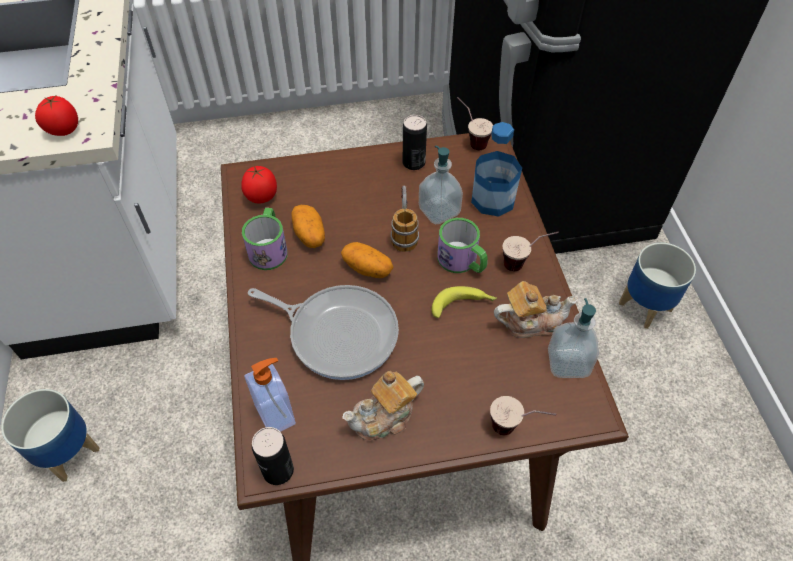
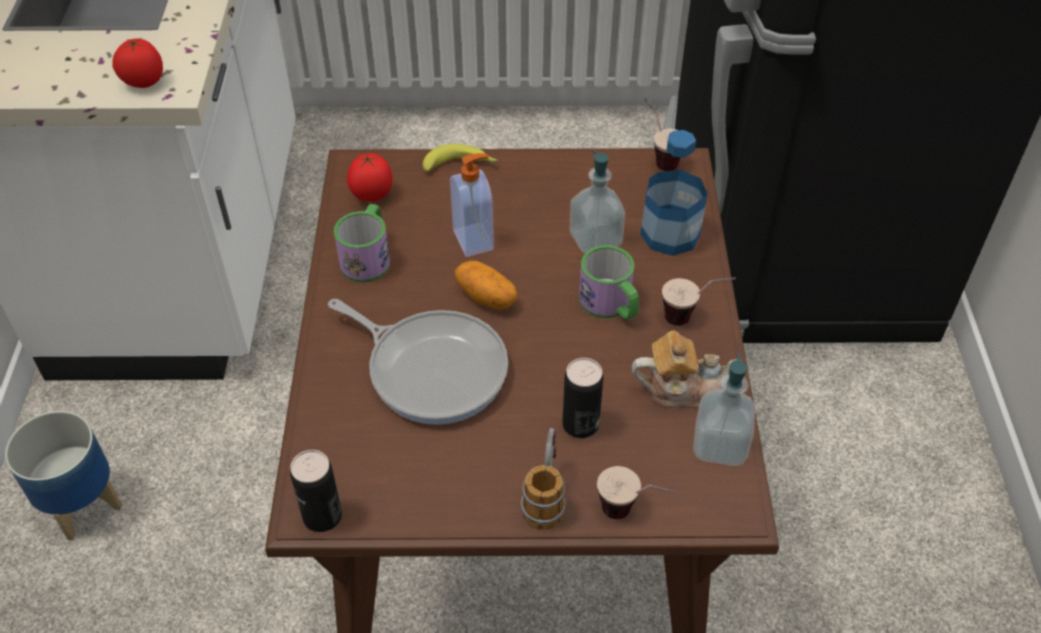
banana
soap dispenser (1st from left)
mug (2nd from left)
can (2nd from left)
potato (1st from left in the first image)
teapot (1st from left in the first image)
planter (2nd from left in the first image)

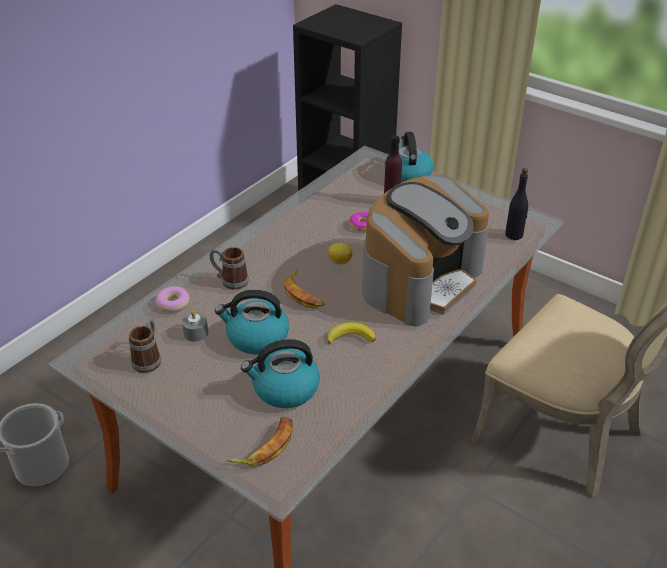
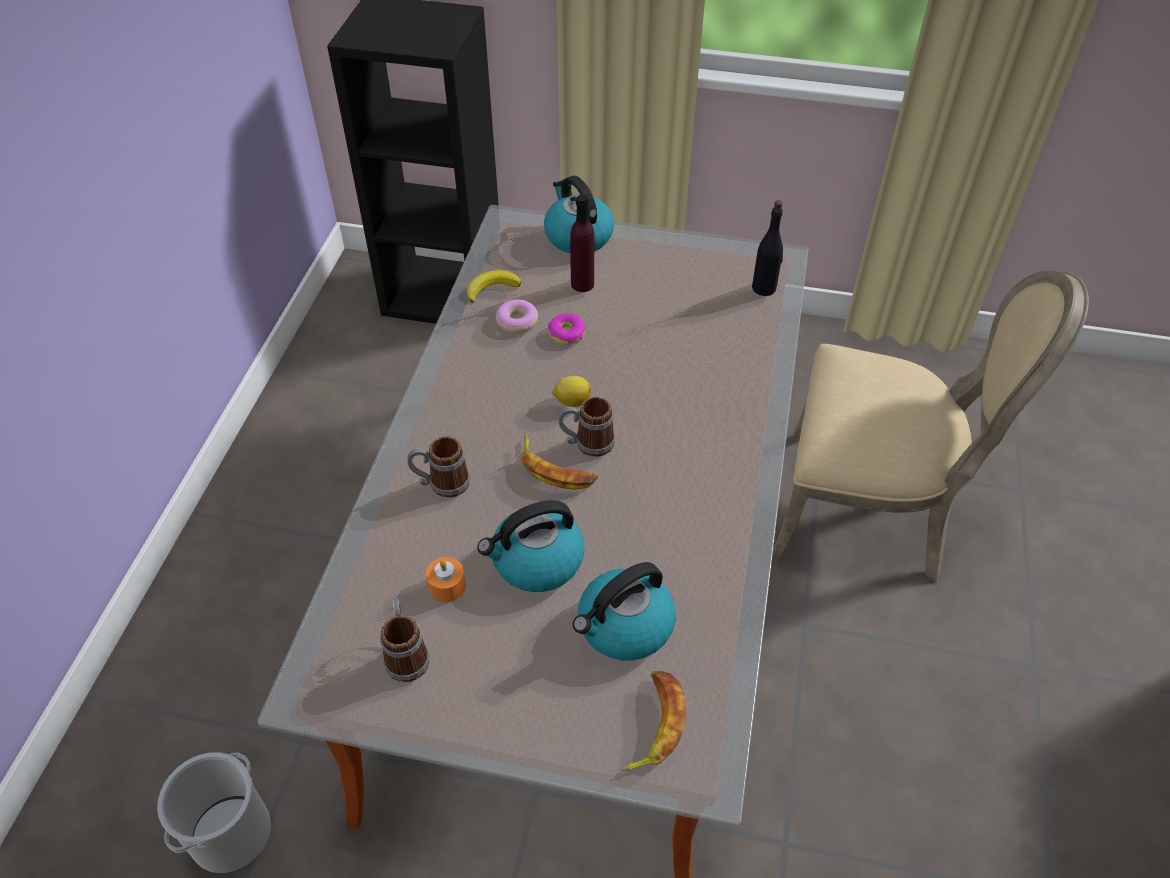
candle/orange
banana (1st from left)
donut (1st from left)
mug (3rd from left)
coffee machine

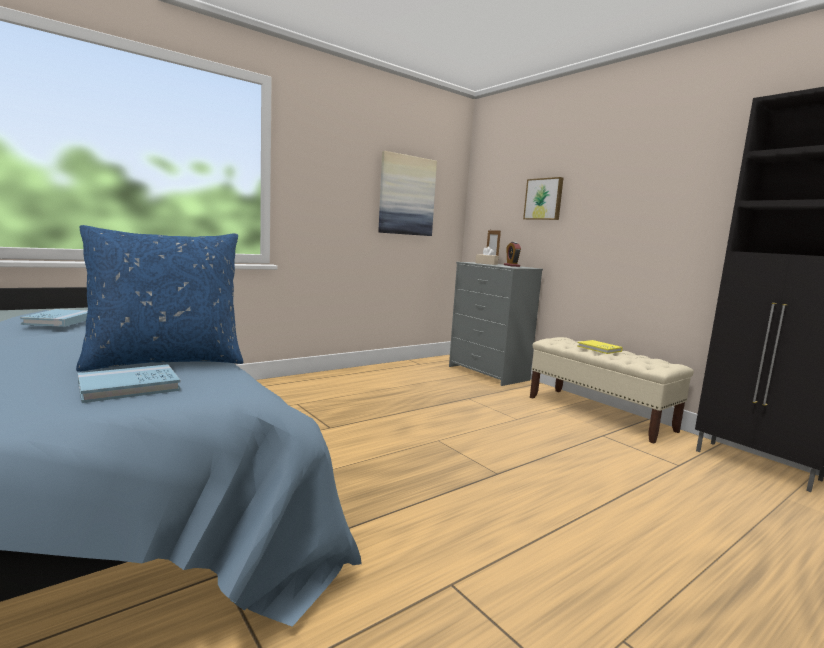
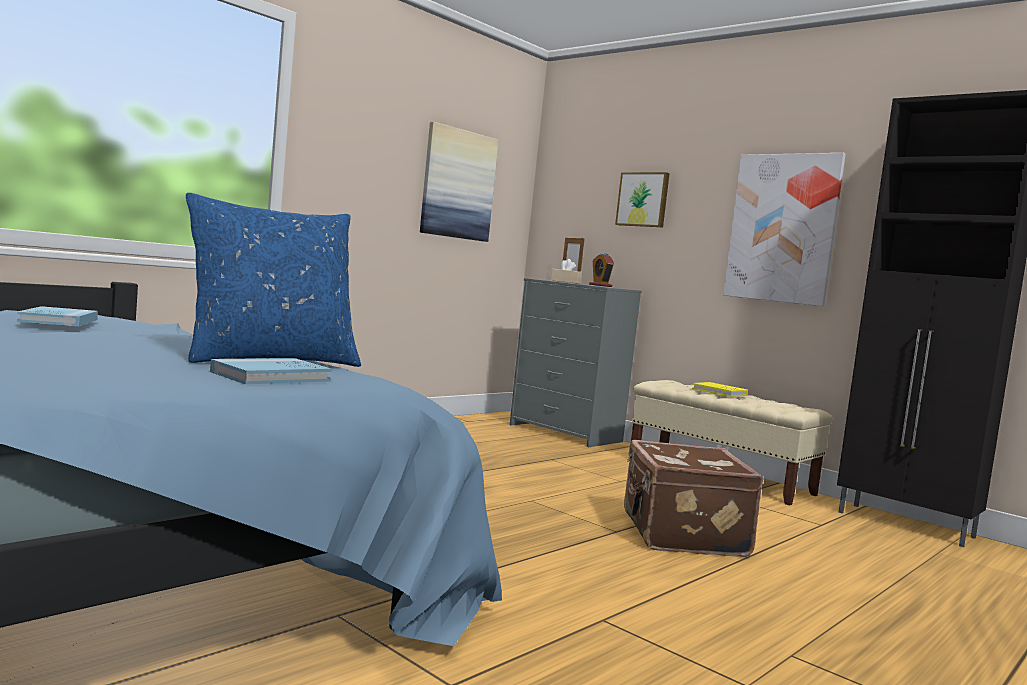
suitcase/brown
picture (3rd from left)

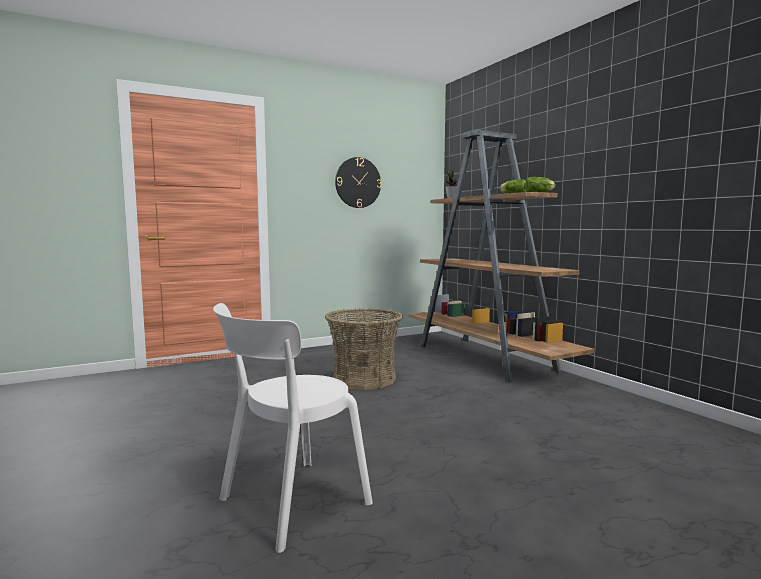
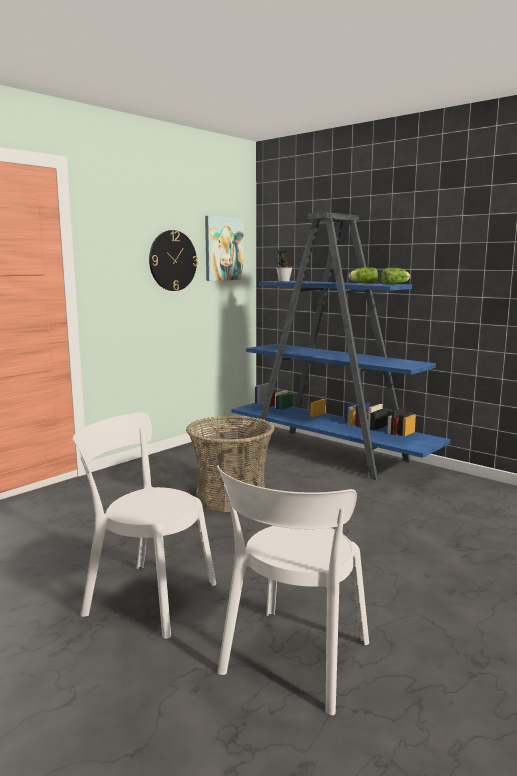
chair/white (1st from left)
picture
bookcase/blue

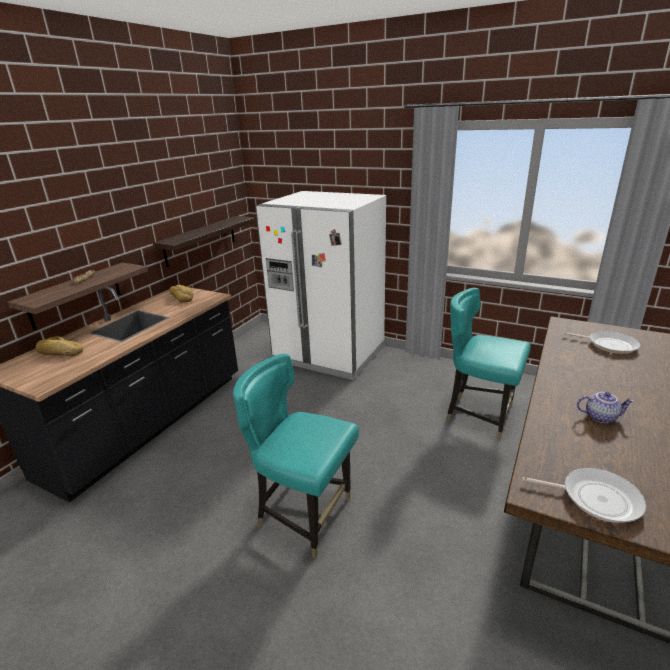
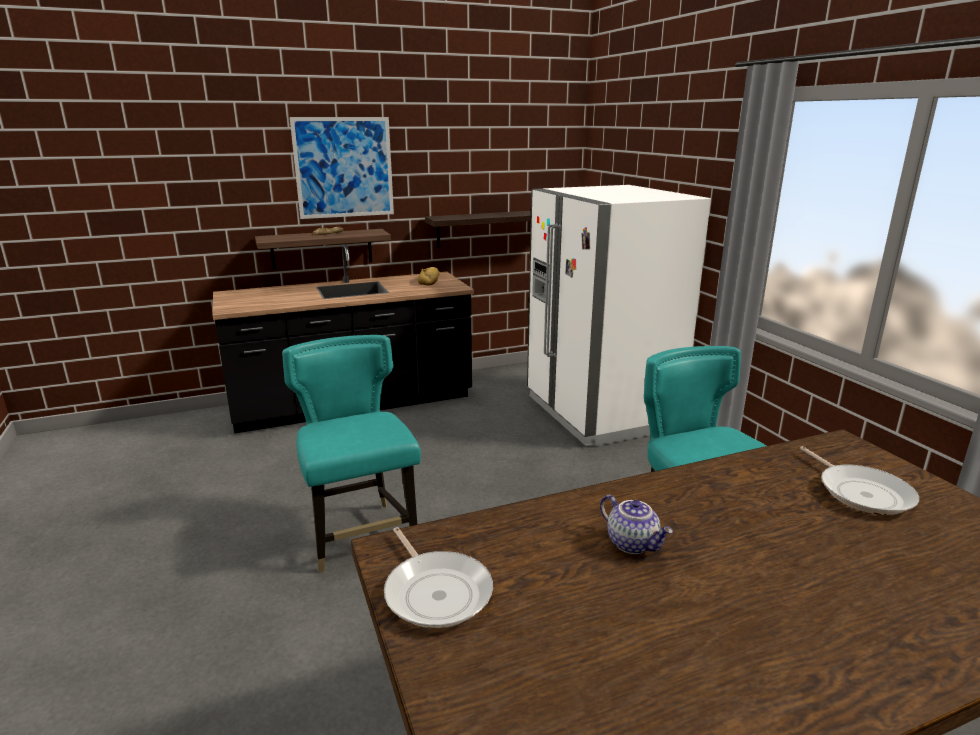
picture
bread (1st from left in the first image)

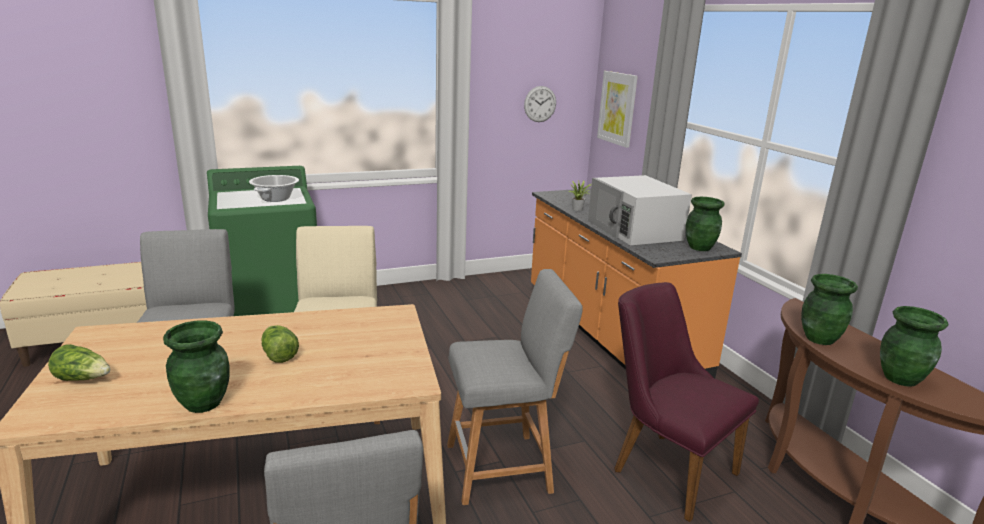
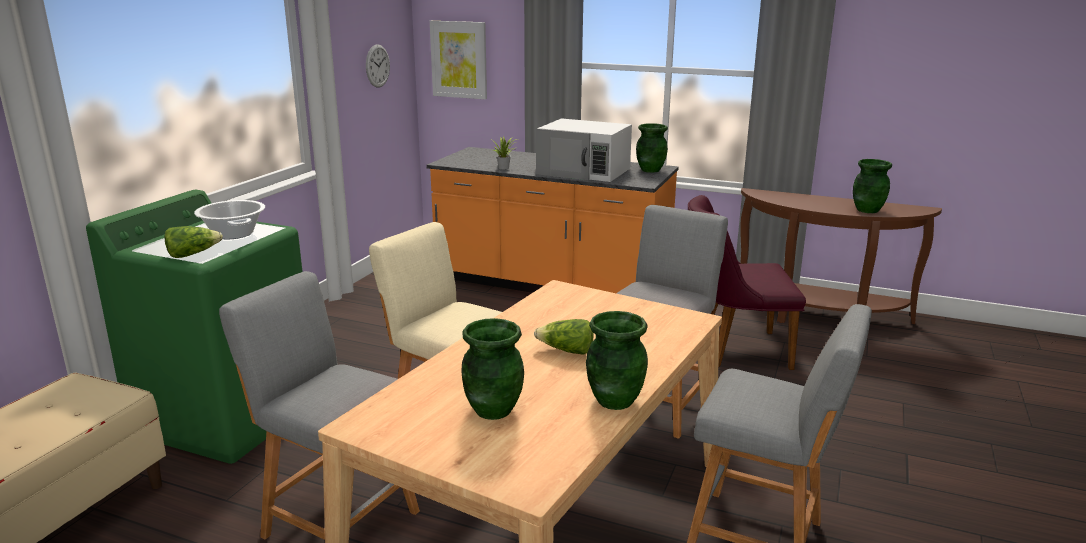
lettuce (1st from left)
vase/green (1st from left)

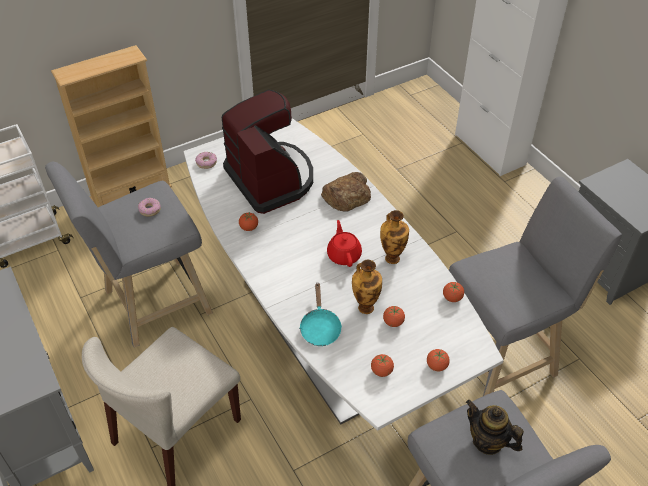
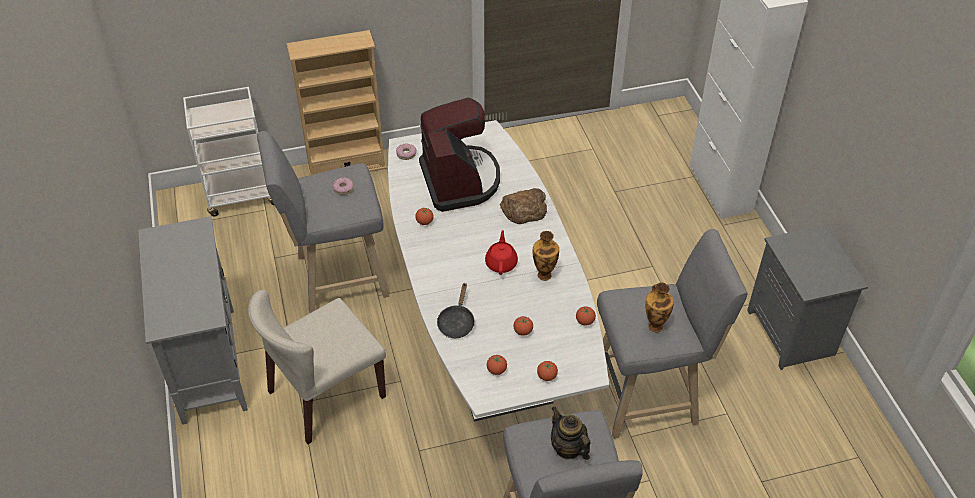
frying pan/black
vase (2nd from left)

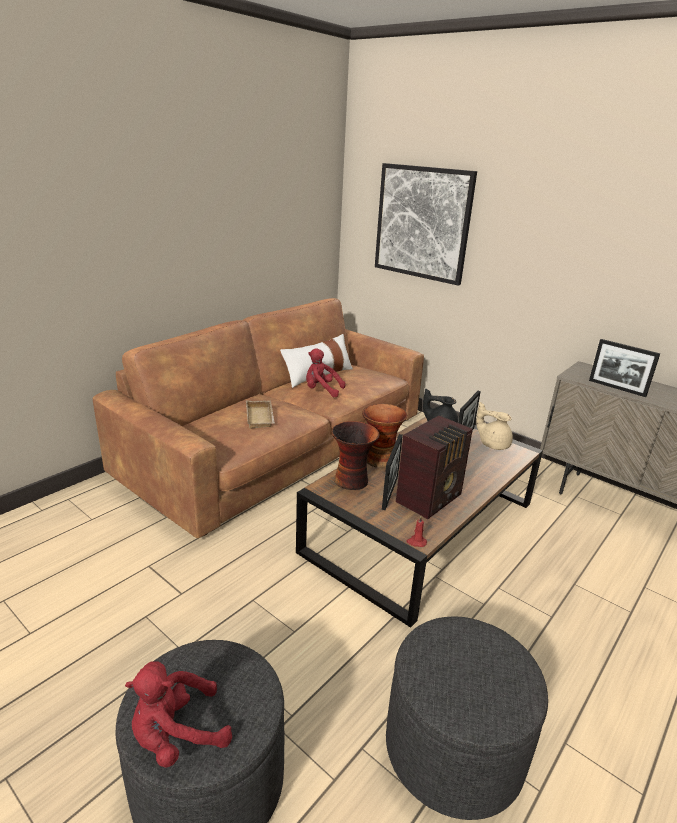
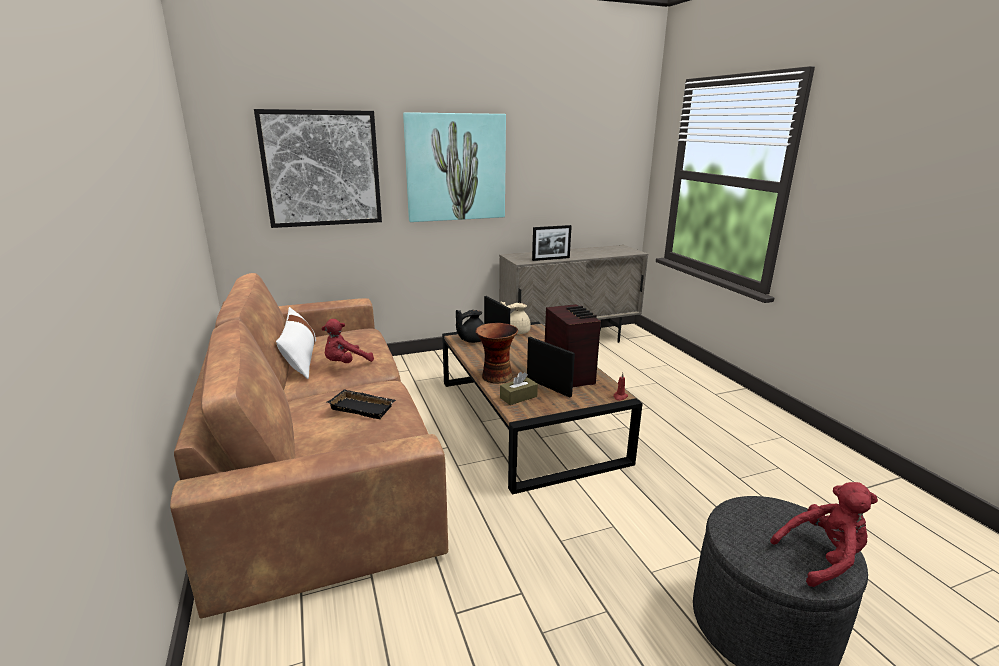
tray/black
picture (2nd from left)
tissue box/brown
plush toy/red (2nd from left)
ottoman/grey (2nd from left in the first image)

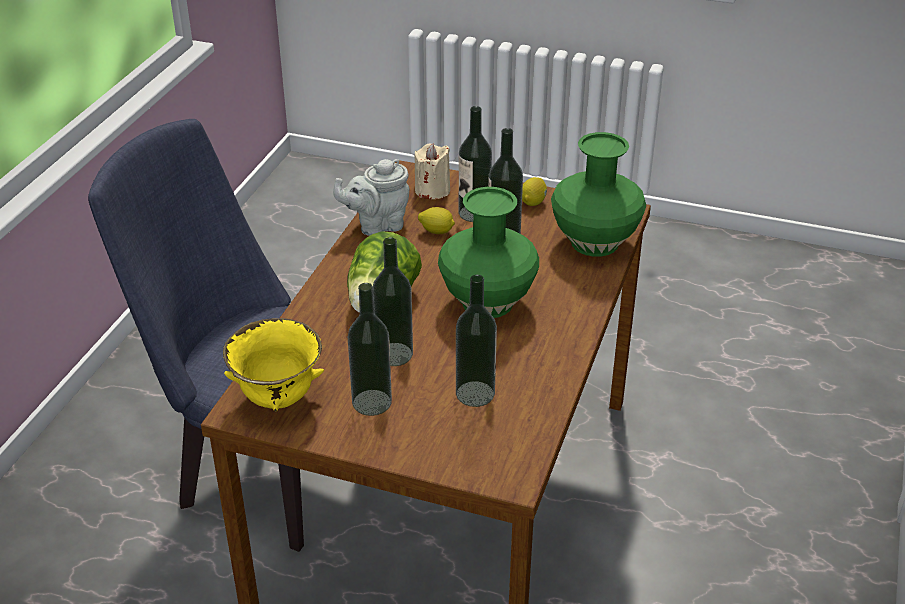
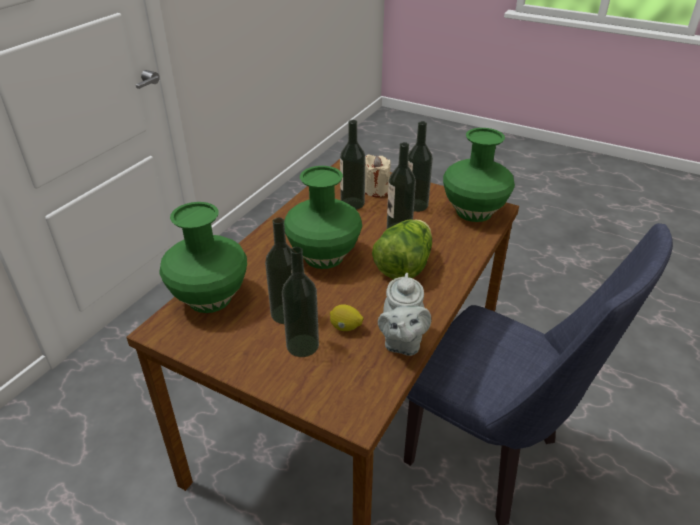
candle/beige
teapot/grey
vase/green (3rd from left)
lemon (2nd from left in the first image)

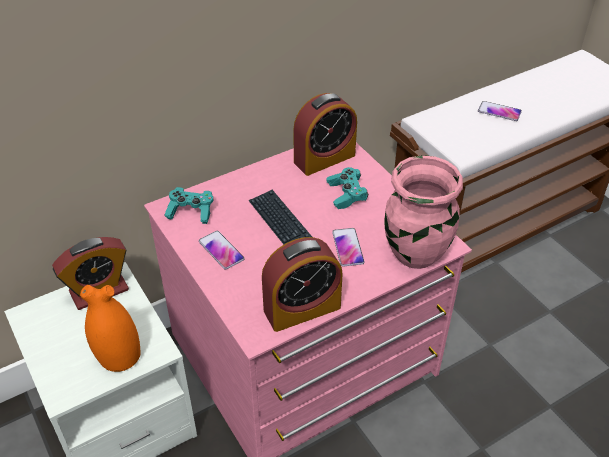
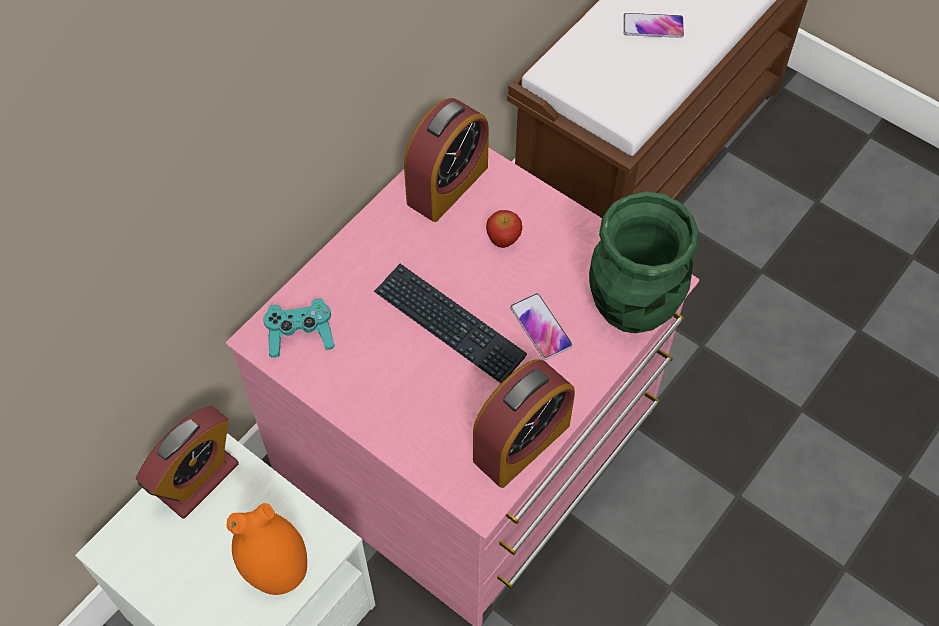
apple
vase/green
phone (1st from left in the first image)

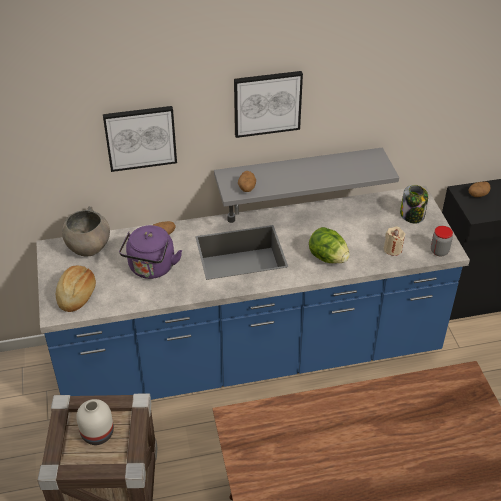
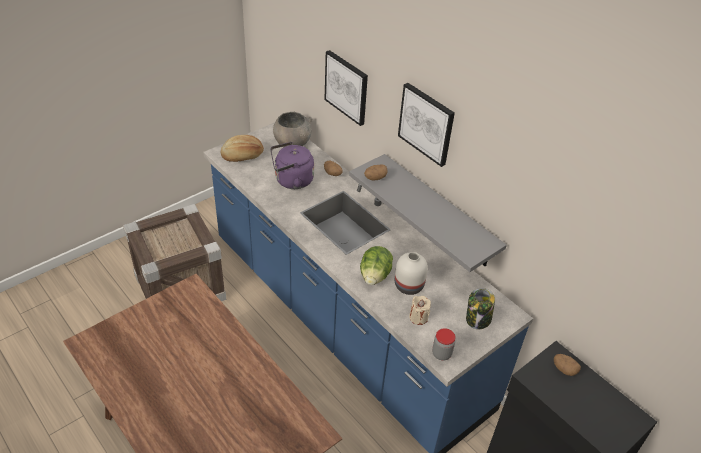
vase/white

